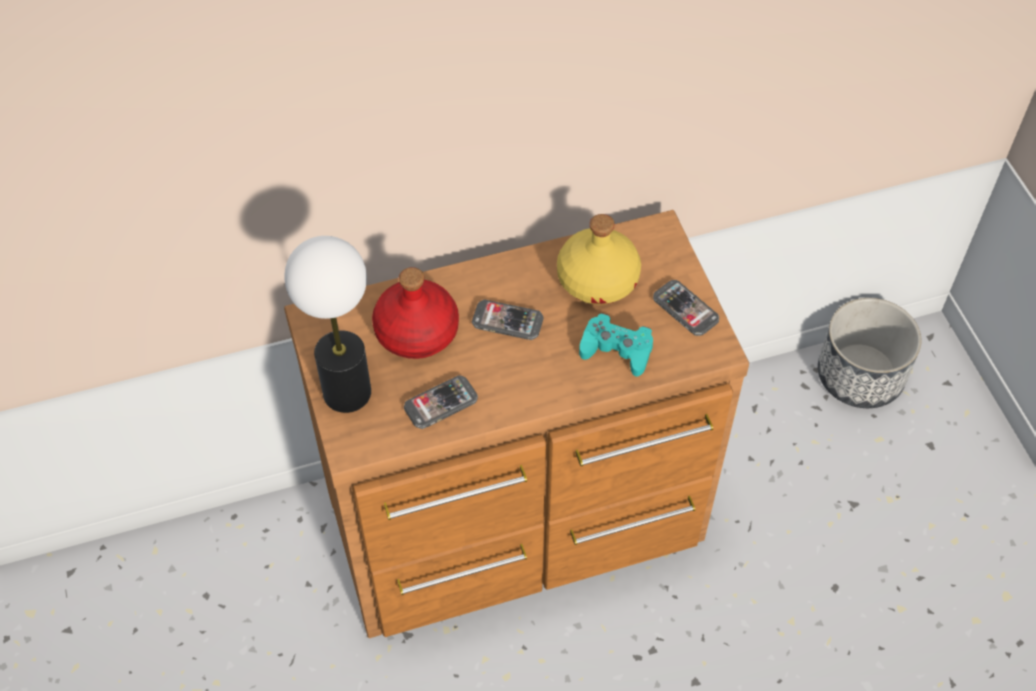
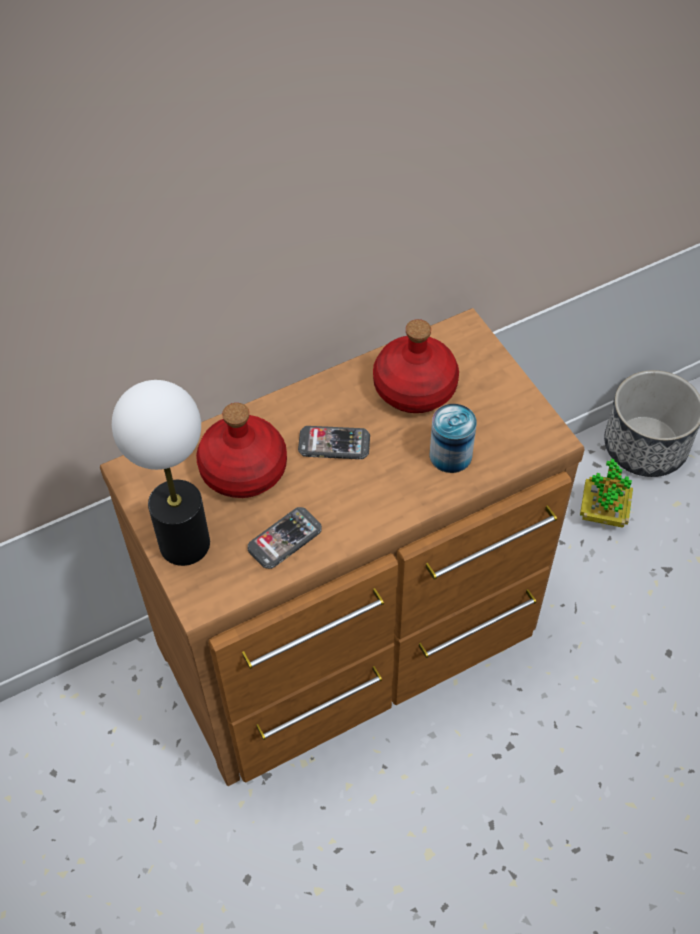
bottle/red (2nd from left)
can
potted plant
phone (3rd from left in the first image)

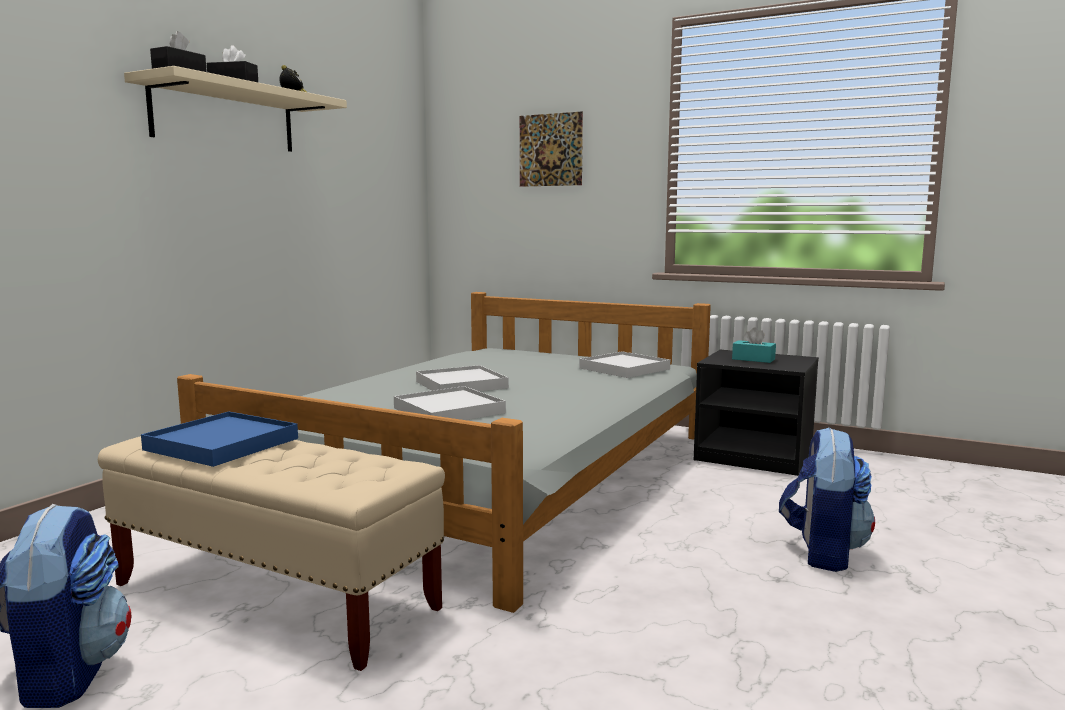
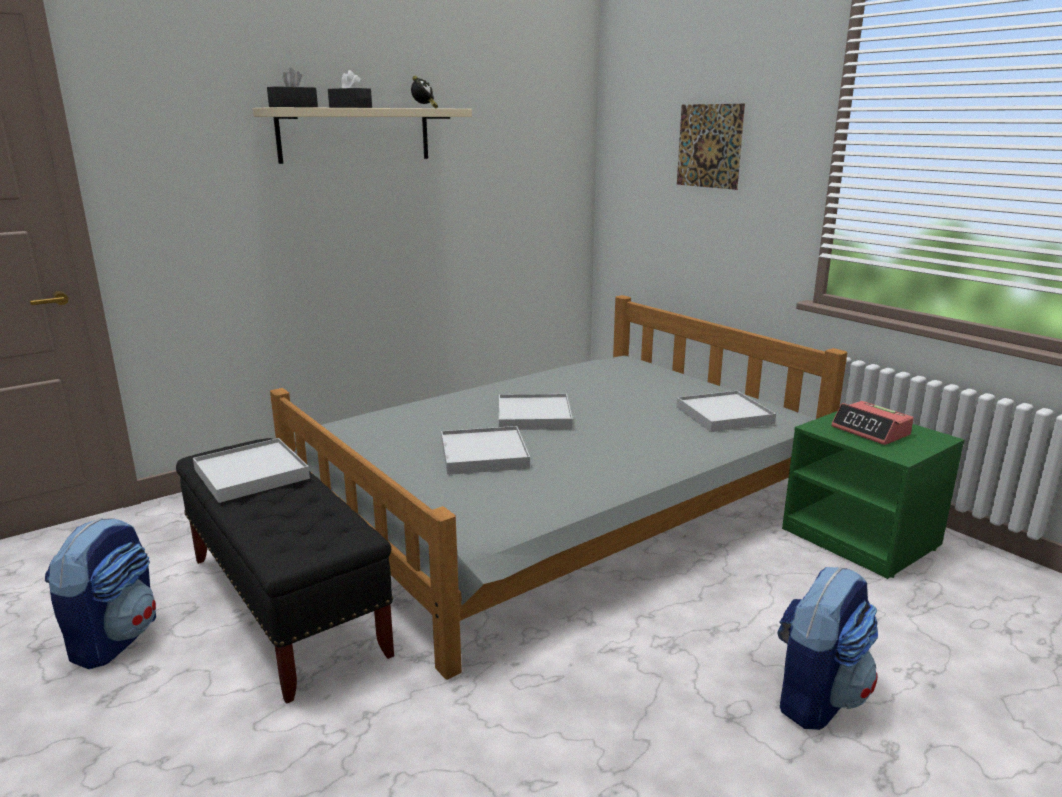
bench/black
tray/white (1st from left)
nightstand/green
alarm clock (2nd from left)

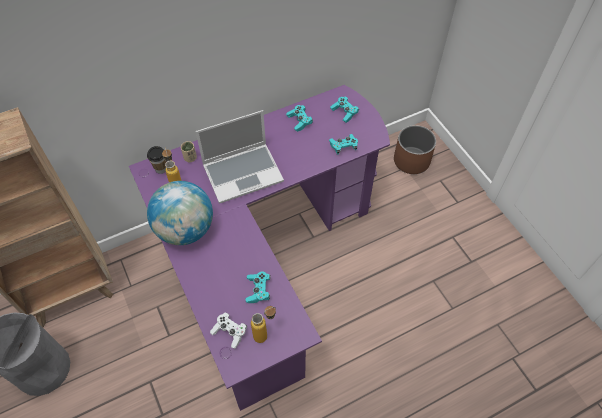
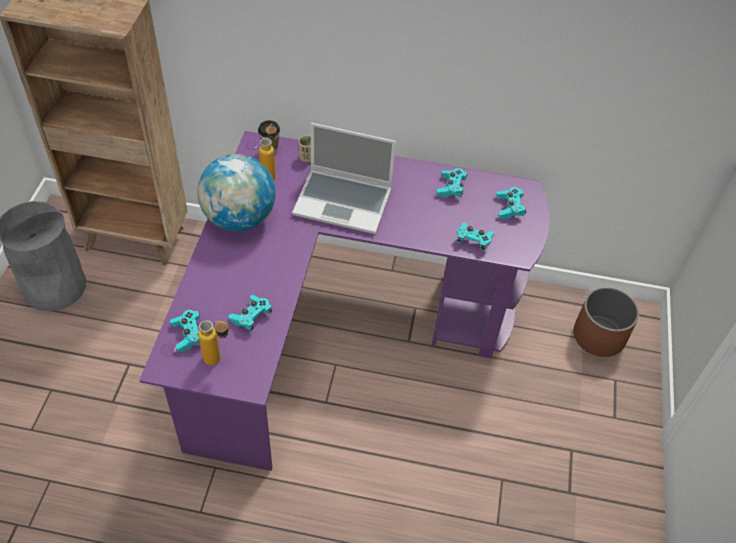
game controller/turquoise (1st from left)

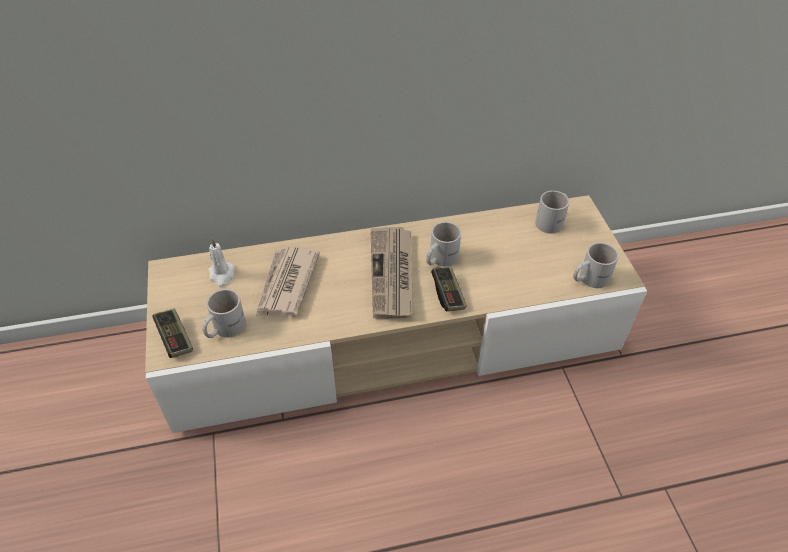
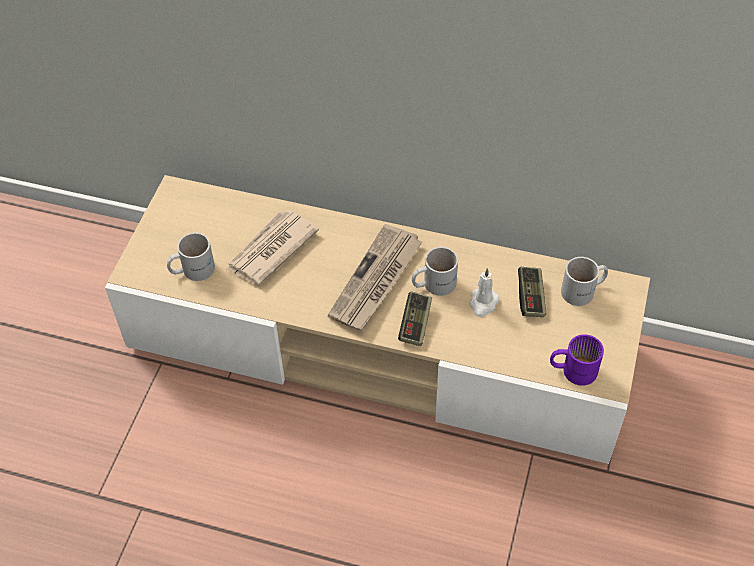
candle/white
game controller (2nd from left)
mug/purple

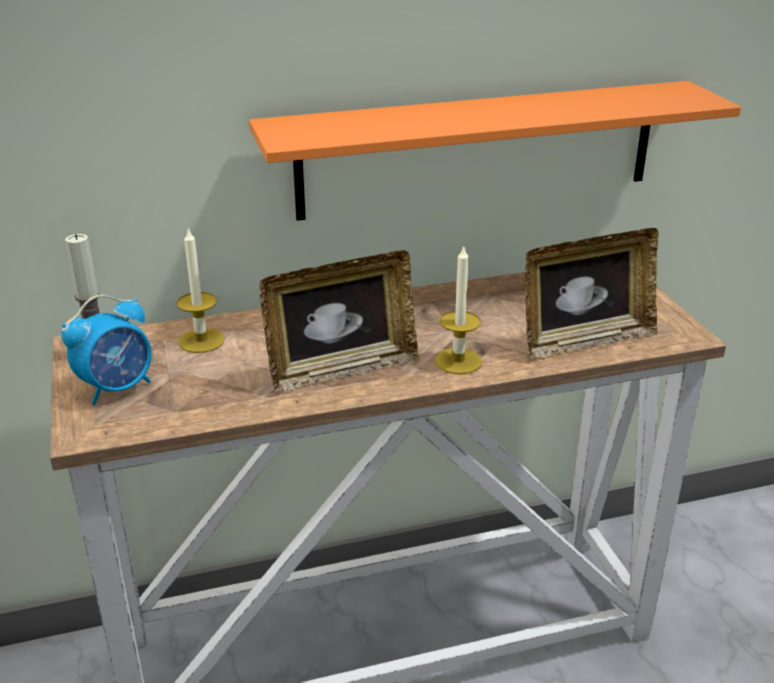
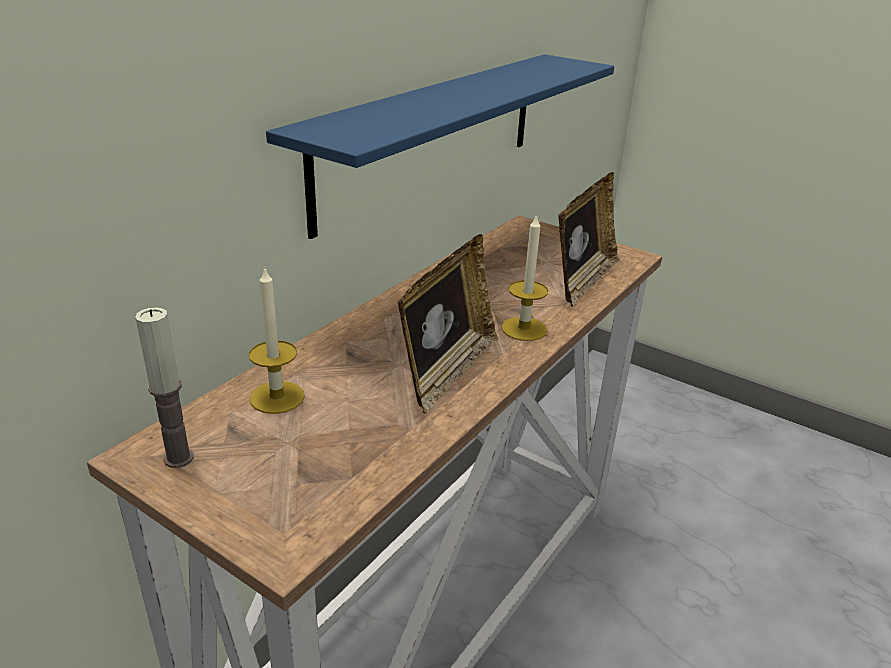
shelf/blue
alarm clock

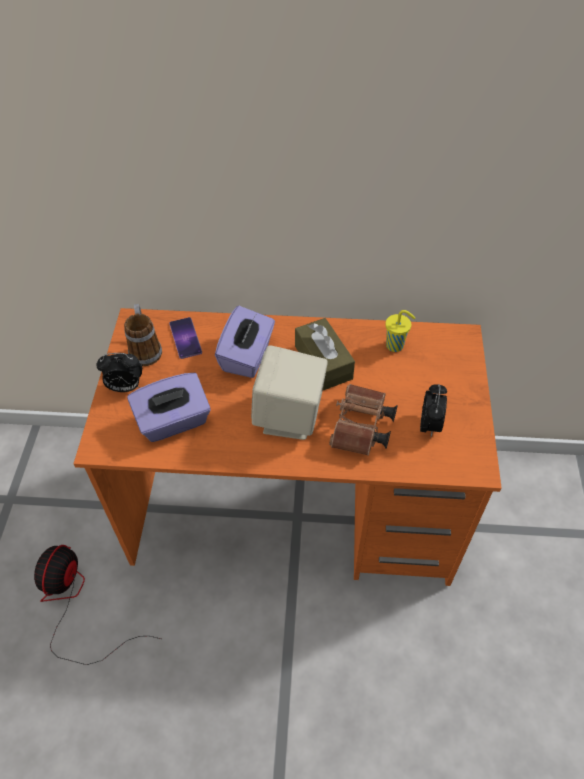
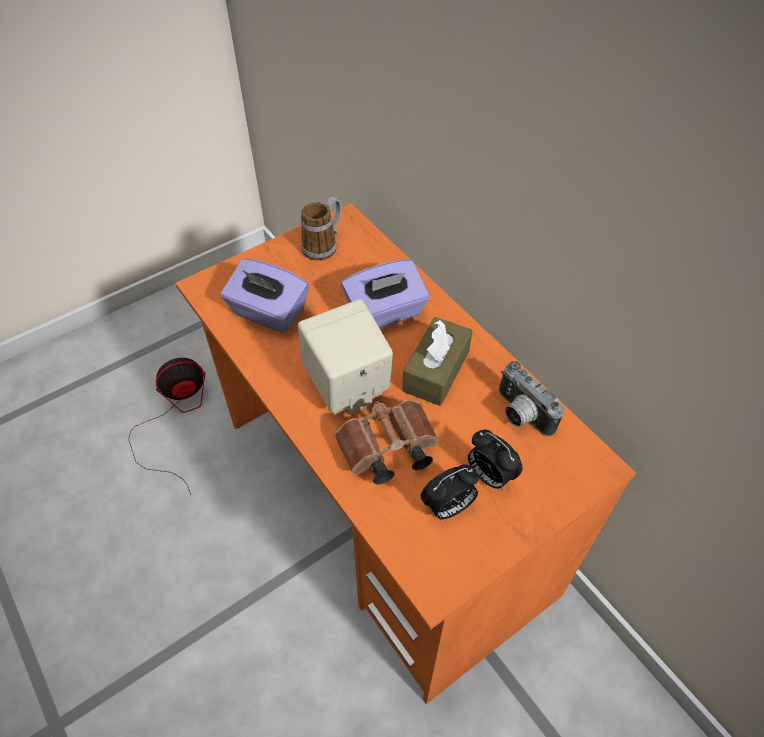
alarm clock (2nd from left)
photo camera
phone

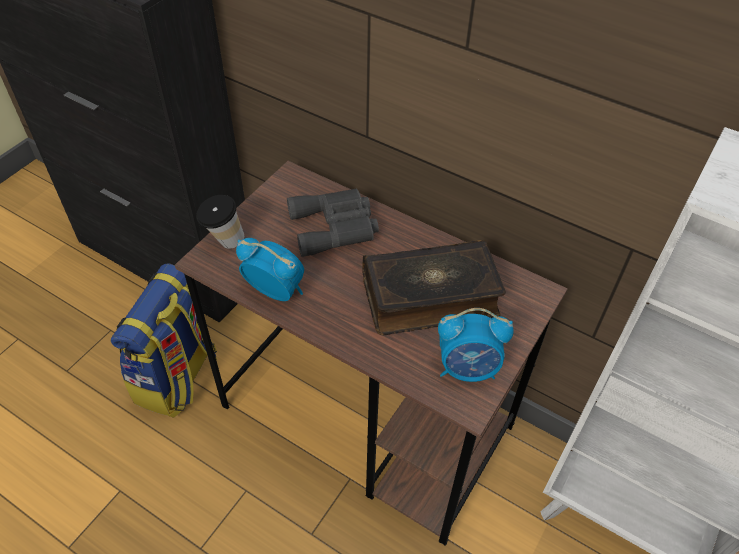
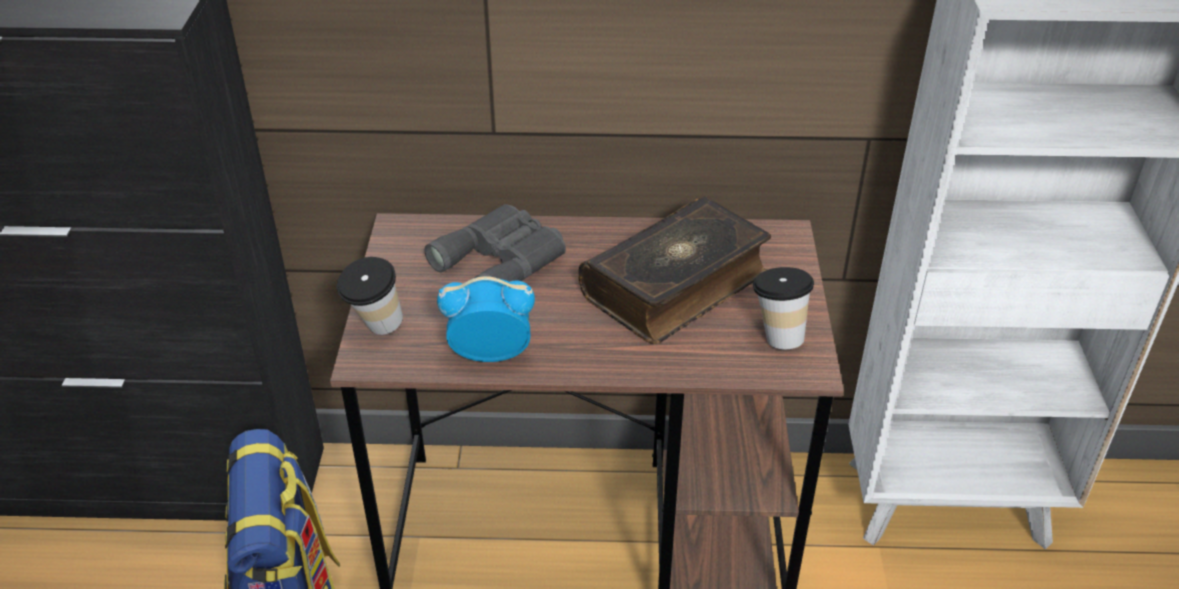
cup (2nd from left)

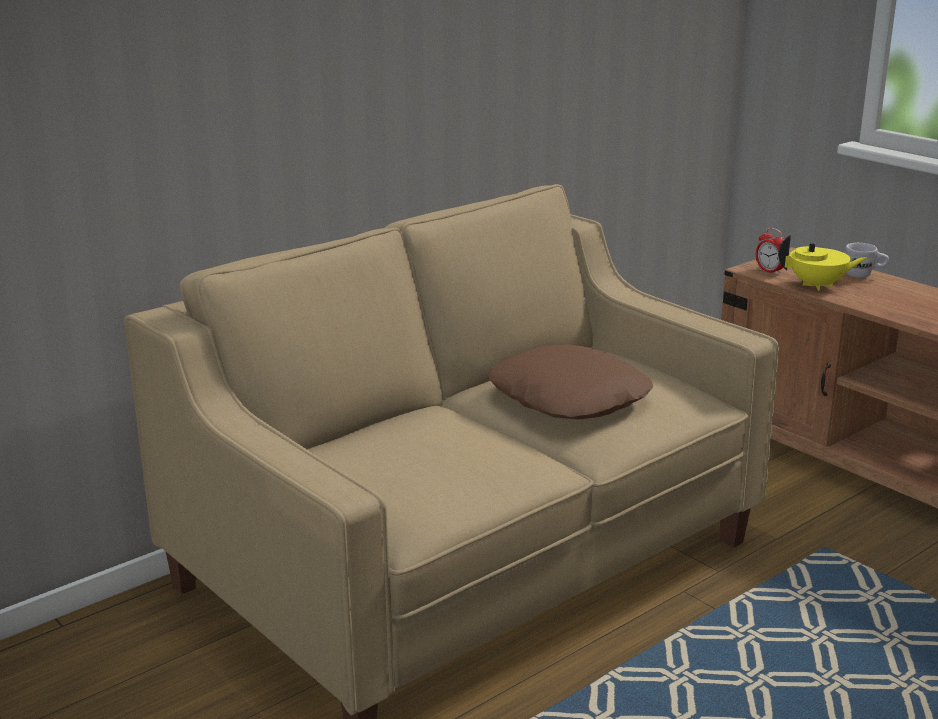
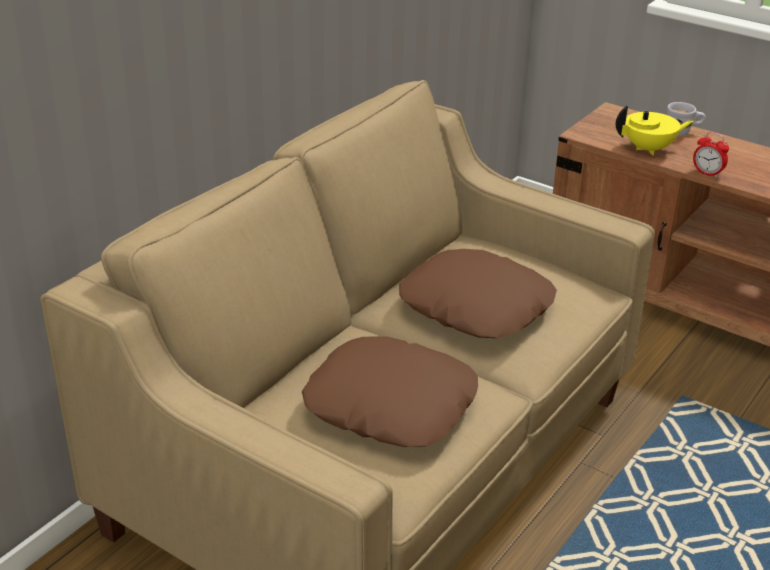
pillow/brown (1st from left)
alarm clock

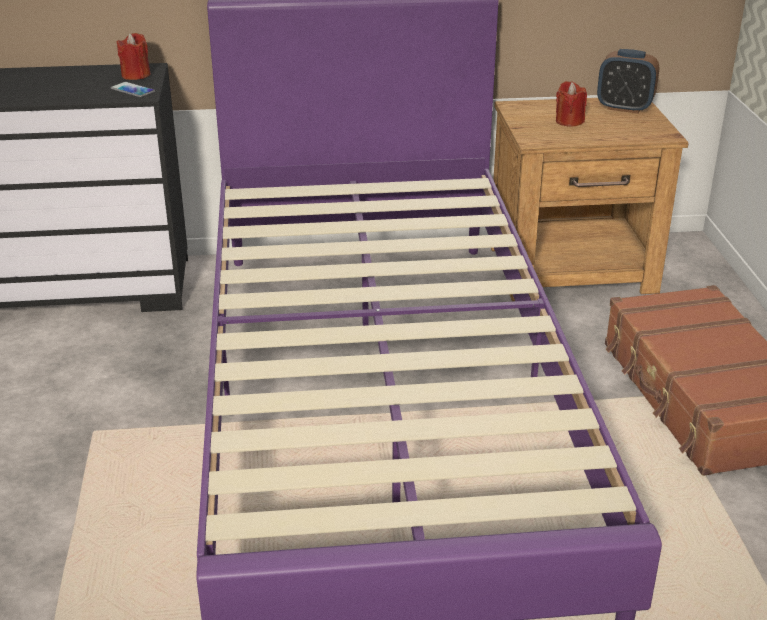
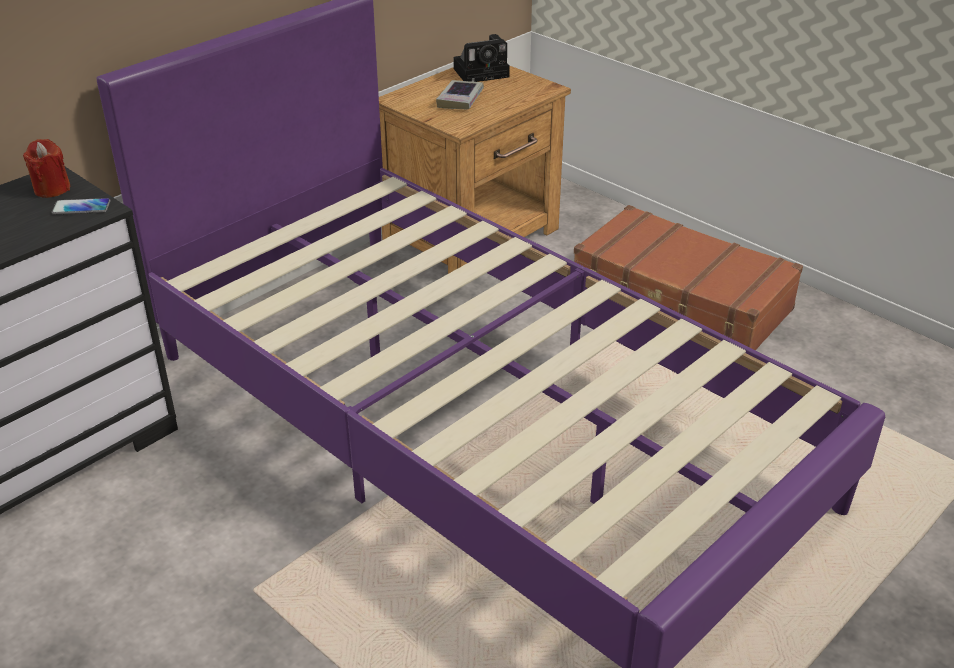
book
photo camera

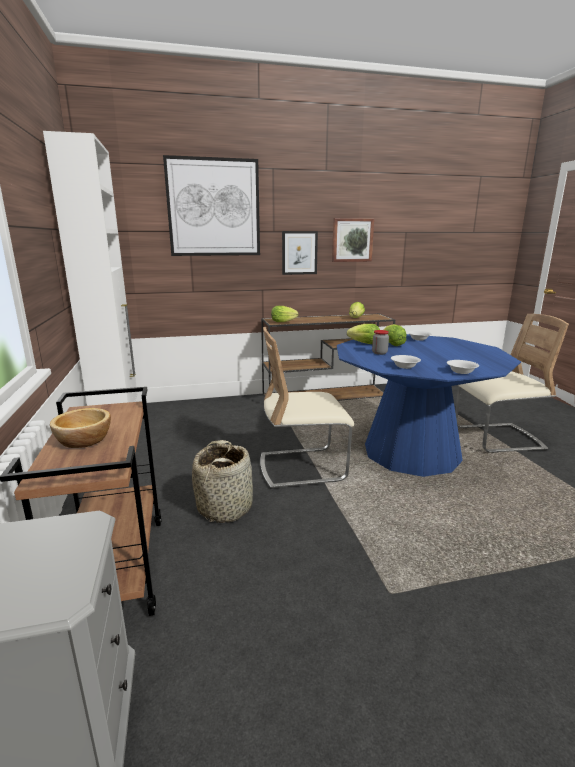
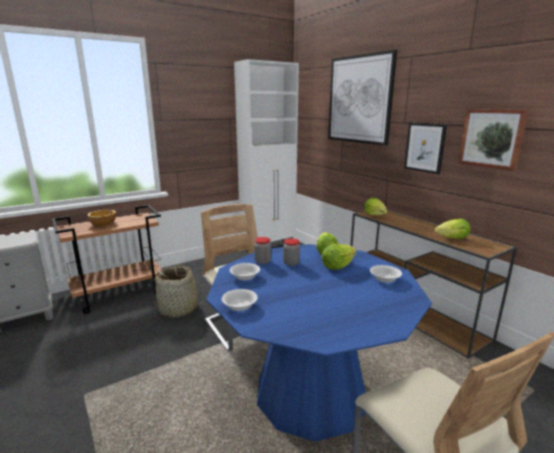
jar (1st from left)

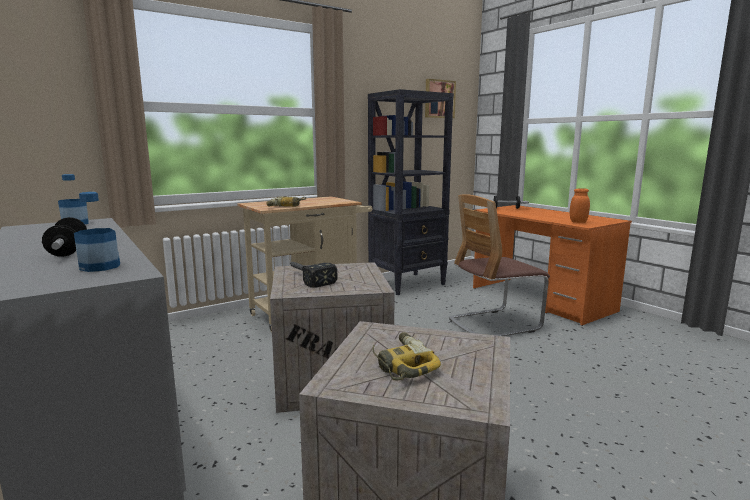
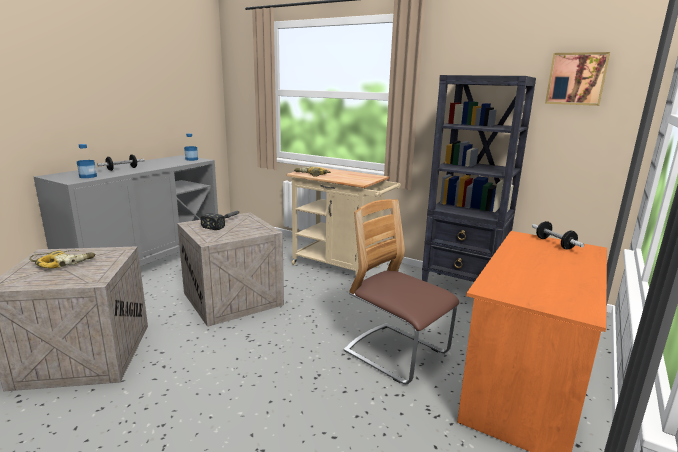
jar/orange

